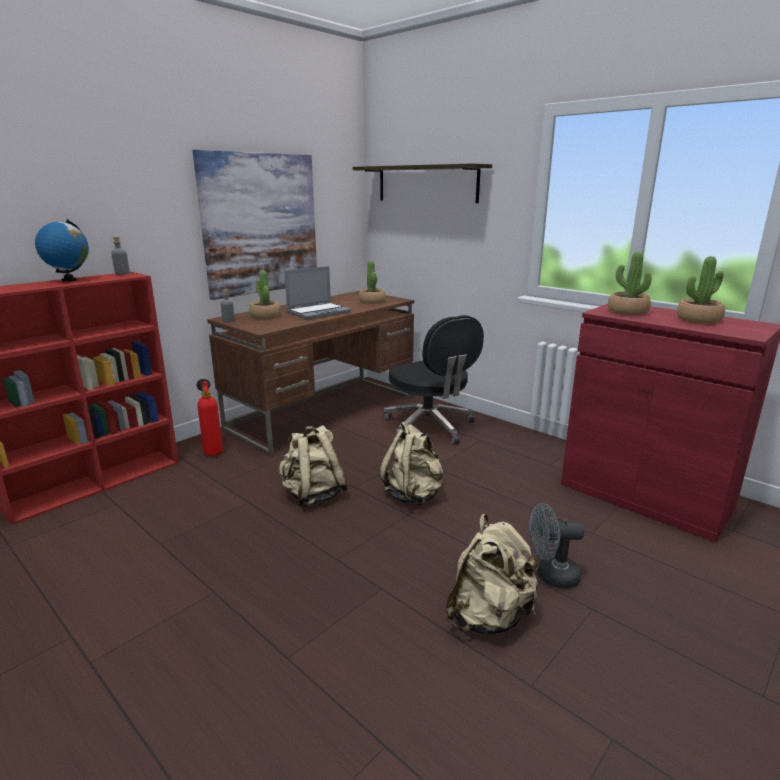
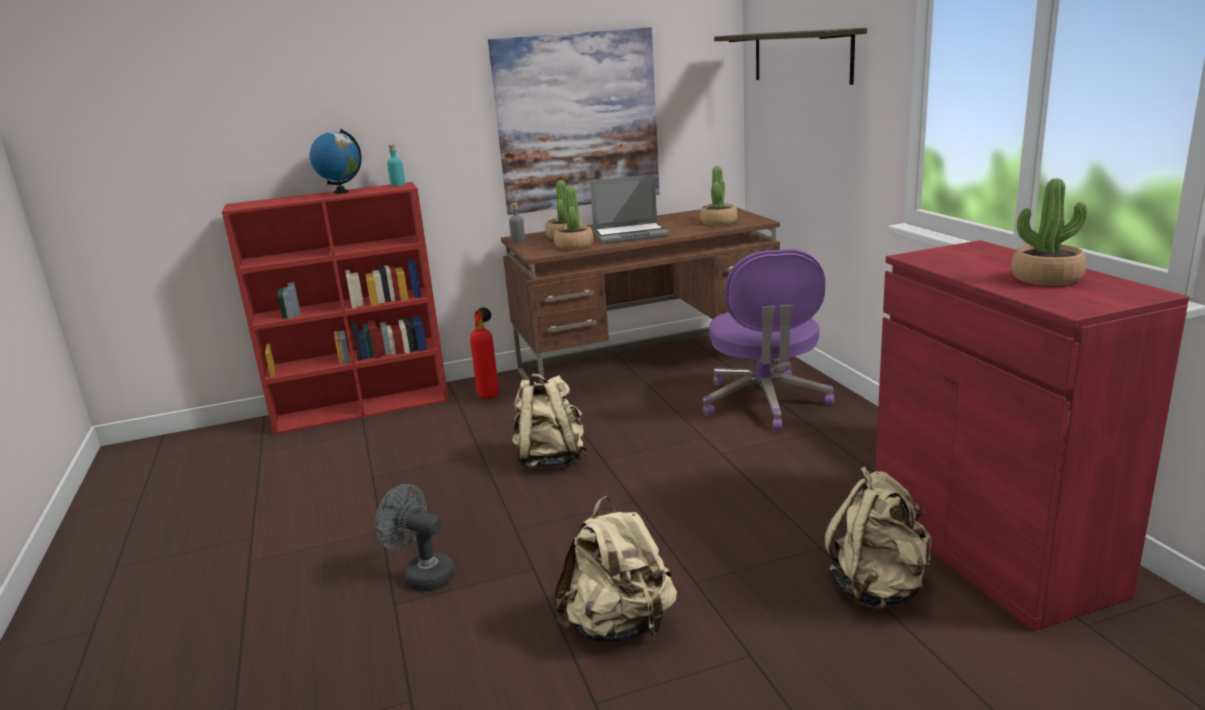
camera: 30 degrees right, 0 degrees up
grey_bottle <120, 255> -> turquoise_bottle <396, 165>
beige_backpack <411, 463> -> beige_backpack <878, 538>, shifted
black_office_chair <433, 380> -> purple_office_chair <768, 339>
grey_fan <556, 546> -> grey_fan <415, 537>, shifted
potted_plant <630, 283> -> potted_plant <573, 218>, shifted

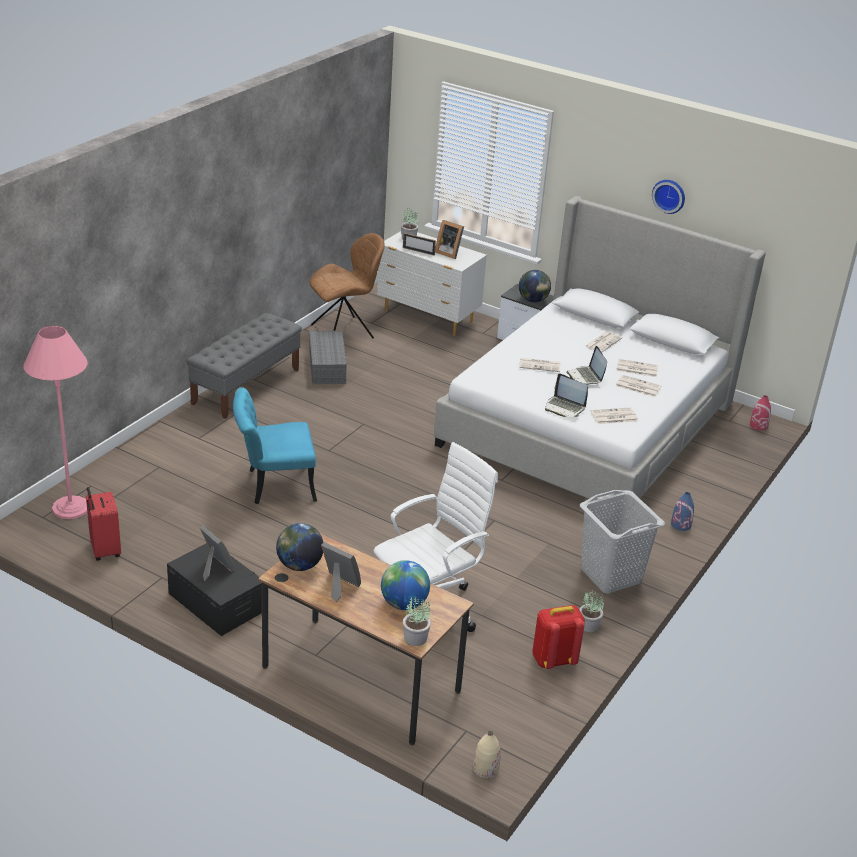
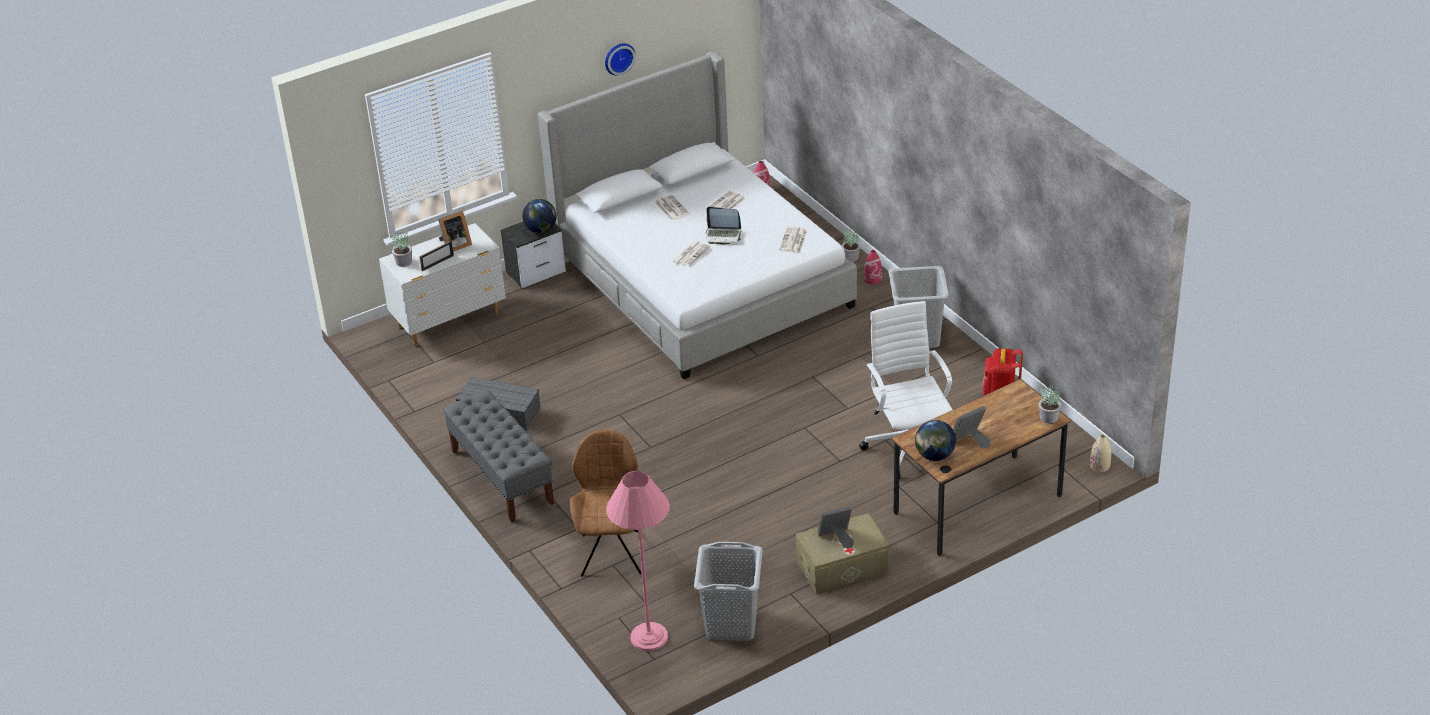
camera: 60 degrees left, 5 degrees up
red_suitcase <103, 524> -> grey_laundry_basket <728, 591>
black_storage_box <214, 589> -> beige_storage_box <842, 553>
turquoise_chair <275, 445> -> none
brown_chair <347, 285> -> brown_chair <606, 503>, shifted
globe <405, 585> -> none
laptop <566, 395> -> none
potted_plant <591, 610> -> potted_plant <850, 245>, shifted
newspaper <638, 386> -> none
blue_vase <682, 511> -> red_vase <873, 267>

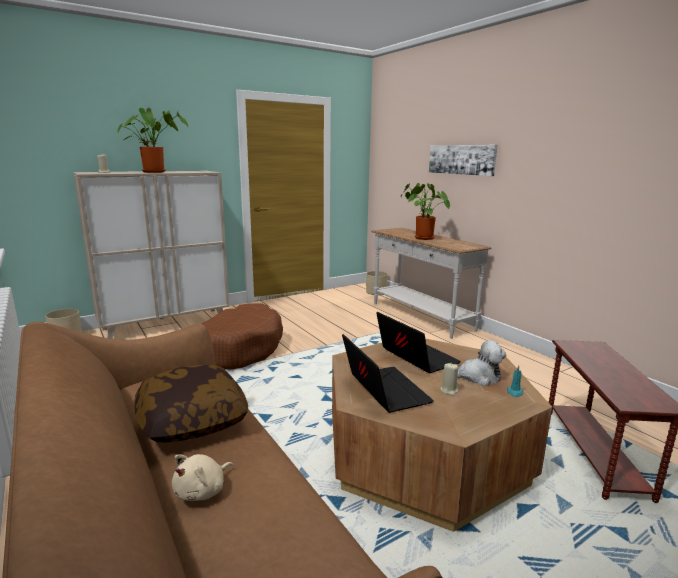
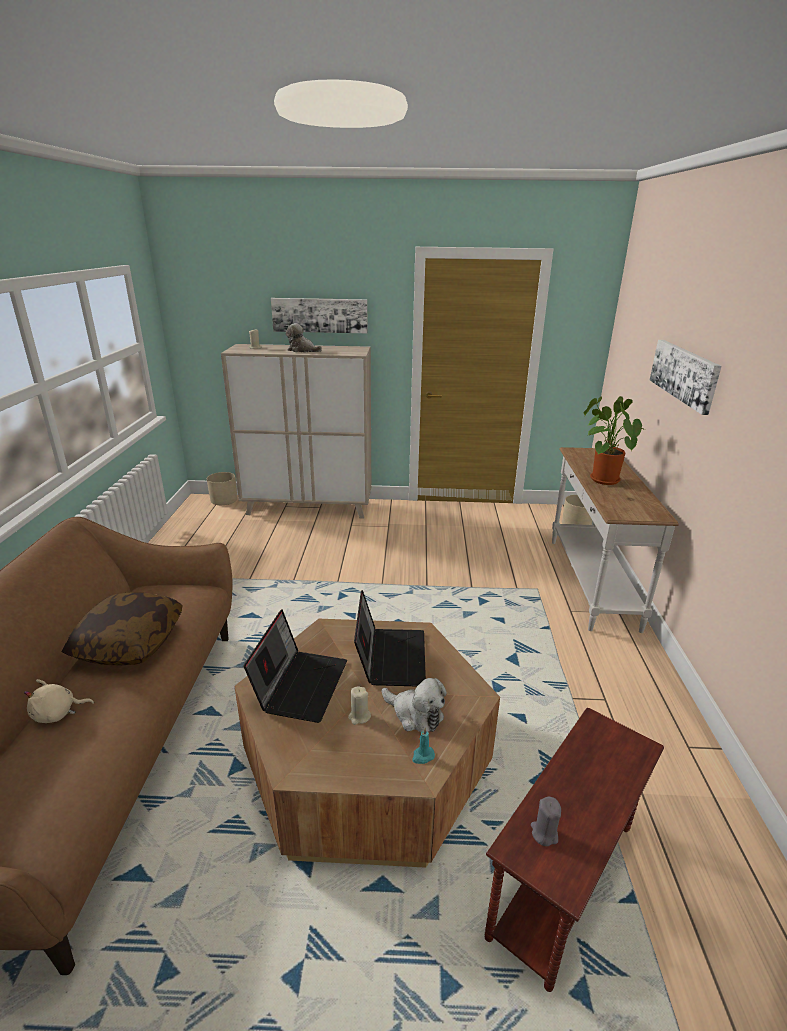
camera: 35 degrees right, 10 degrees up
potted_plant <152, 140> -> plush_toy <304, 337>
brown_dog_bed <242, 336> -> none
none -> picture <319, 315>
none -> grey_candle <546, 821>

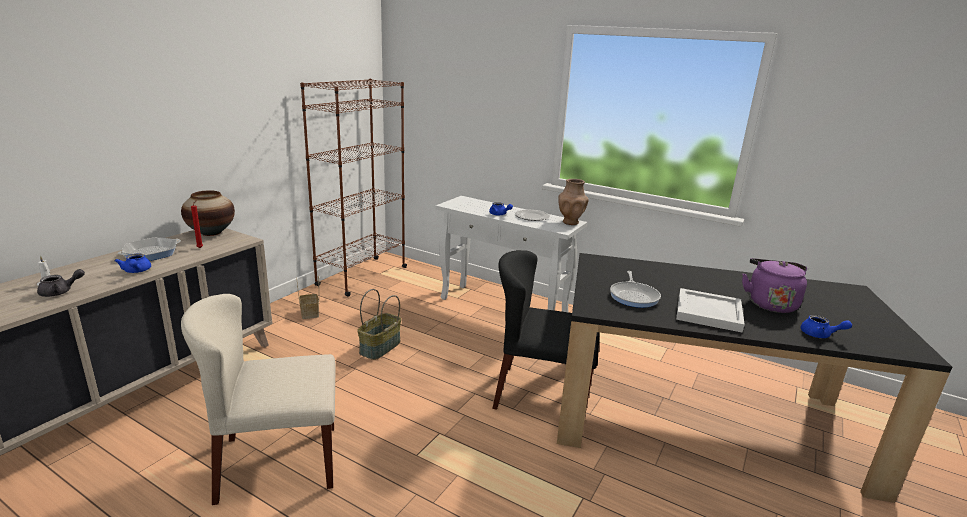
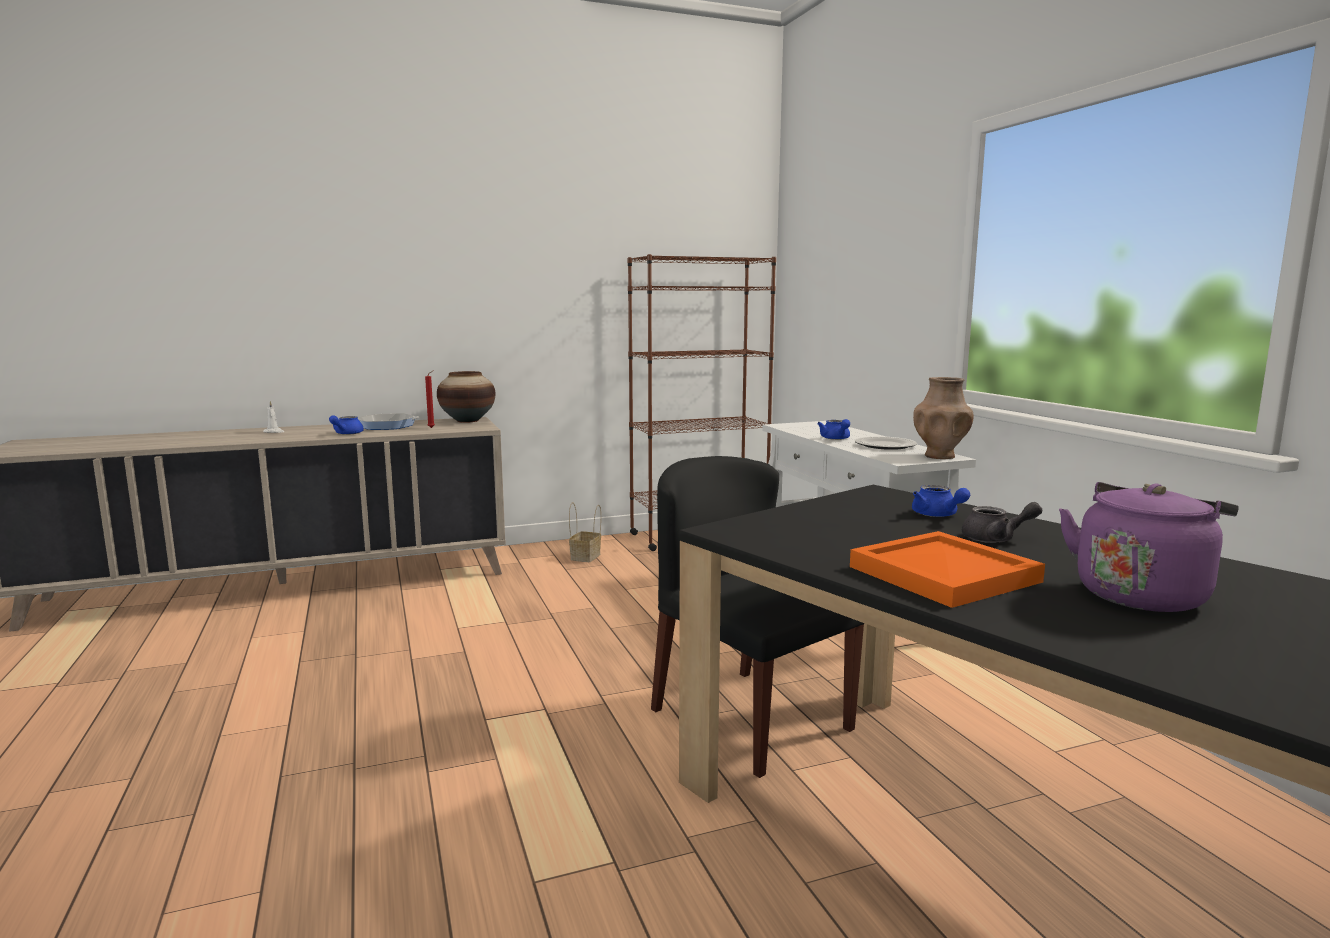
camera: 40 degrees right, 10 degrees down
grey_teapot <61, 283> -> grey_teapot <1002, 522>, shifted
beige_chair <258, 399> -> none
basket <379, 324> -> none
frying_pan <635, 289> -> none
white_tray <710, 310> -> orange_tray <947, 569>
blue_teapot <826, 326> -> blue_teapot <941, 501>, shifted

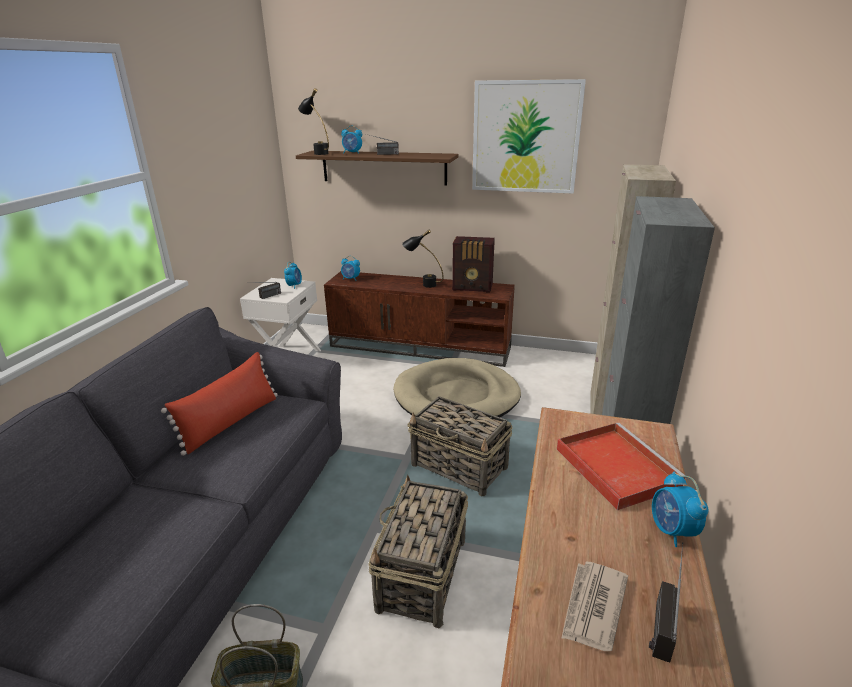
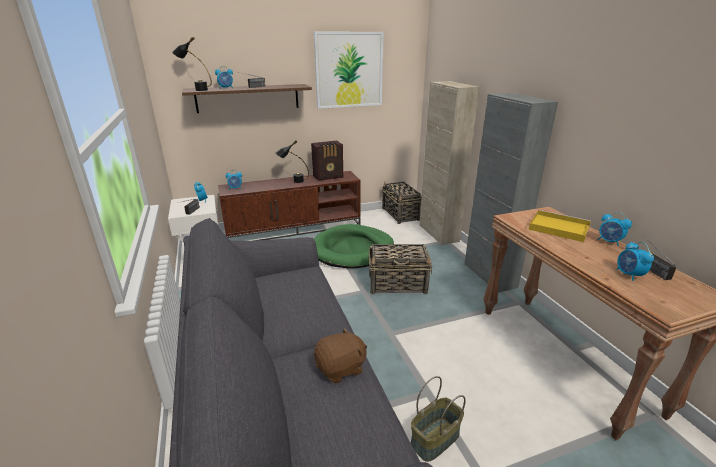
camera: 35 degrees left, 0 degrees up
red_pillow <219, 404> -> none
basket <418, 551> -> basket <402, 203>, shifted
beige_dog_bed <457, 387> -> green_dog_bed <354, 246>
red_tray <622, 466> -> yellow_tray <559, 226>
newspaper <594, 606> -> alarm_clock <635, 261>
none -> brown_plush_toy <340, 356>

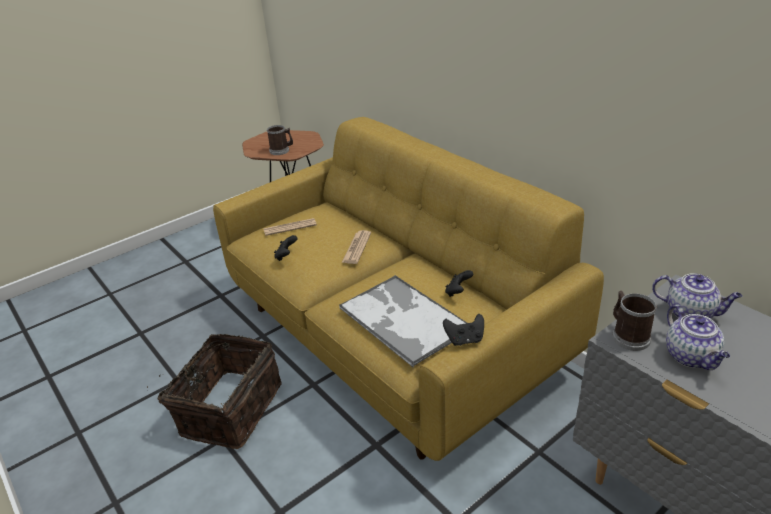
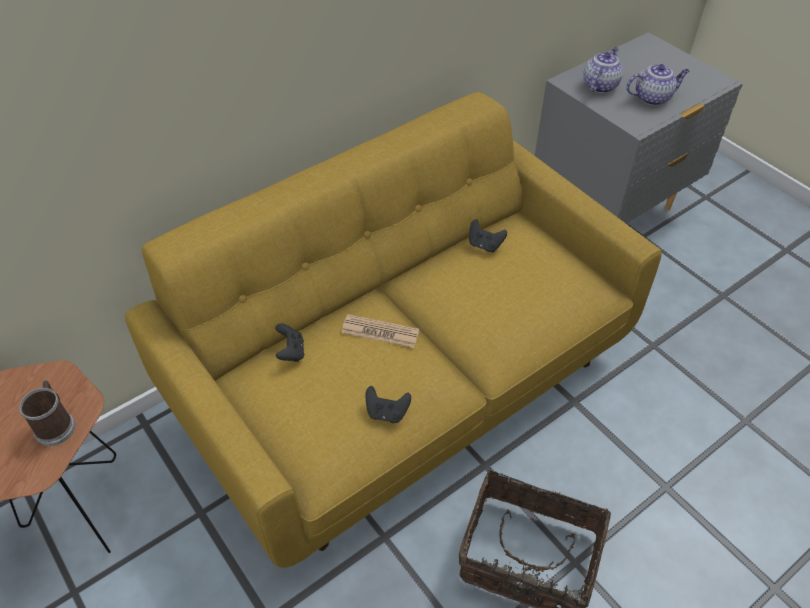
camera: 90 degrees left, 15 degrees up
newspaper <290, 227> -> none
tray <403, 321> -> none
black_game_controller <463, 330> -> black_game_controller <289, 343>, shifted
mug <634, 321> -> none

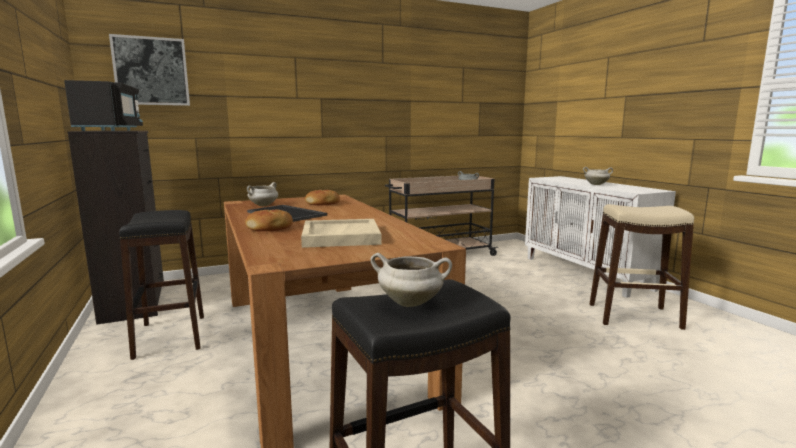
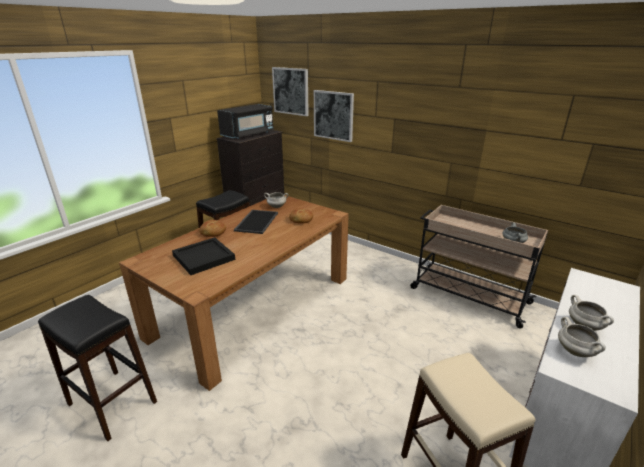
camera: 60 degrees right, 15 degrees up
beige_tray <341, 233> -> black_tray <203, 256>
white_cooking_pot <411, 280> -> white_cooking_pot <582, 337>, shifted
none -> picture <334, 116>

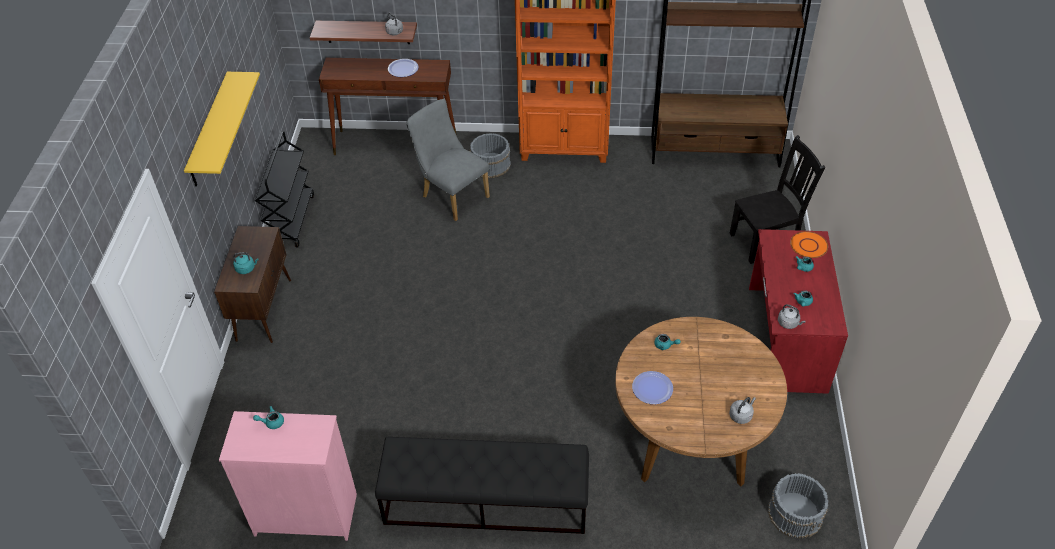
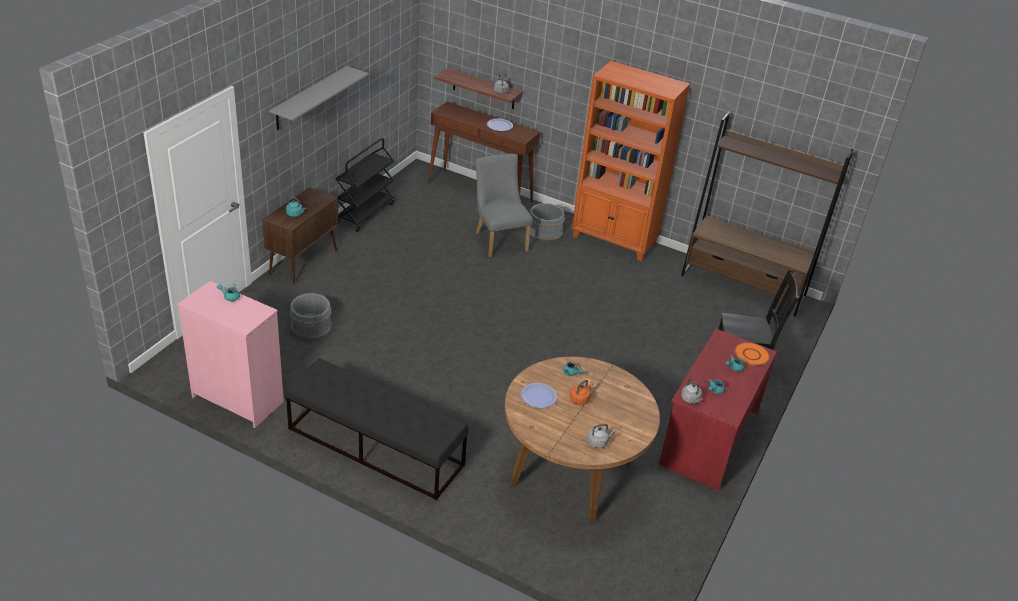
camera: 20 degrees right, 10 degrees down
yellow_shelf <222, 129> -> grey_shelf <319, 98>
grey_bucket <798, 506> -> grey_bucket <311, 316>, shifted
none -> orange_kettle <581, 392>

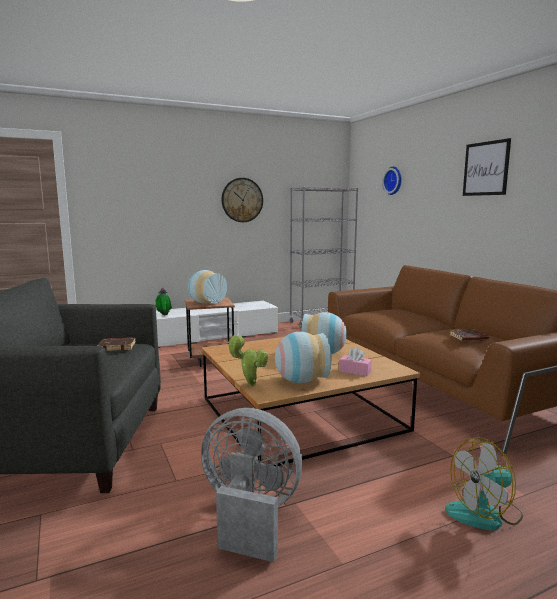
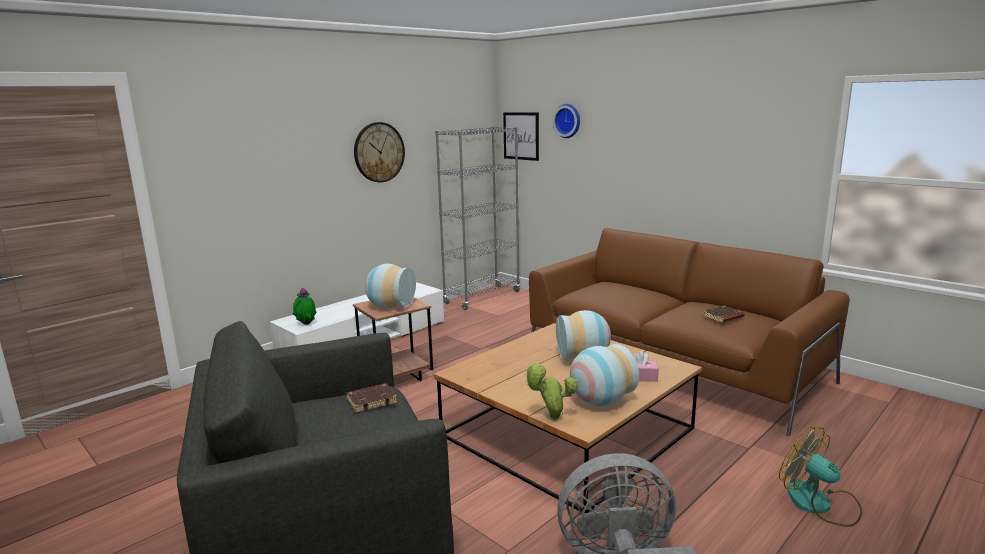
camera: 20 degrees left, 5 degrees up
fan <484, 484> -> fan <820, 476>, 90 degrees clockwise
picture <487, 167> -> picture <521, 136>, shifted

